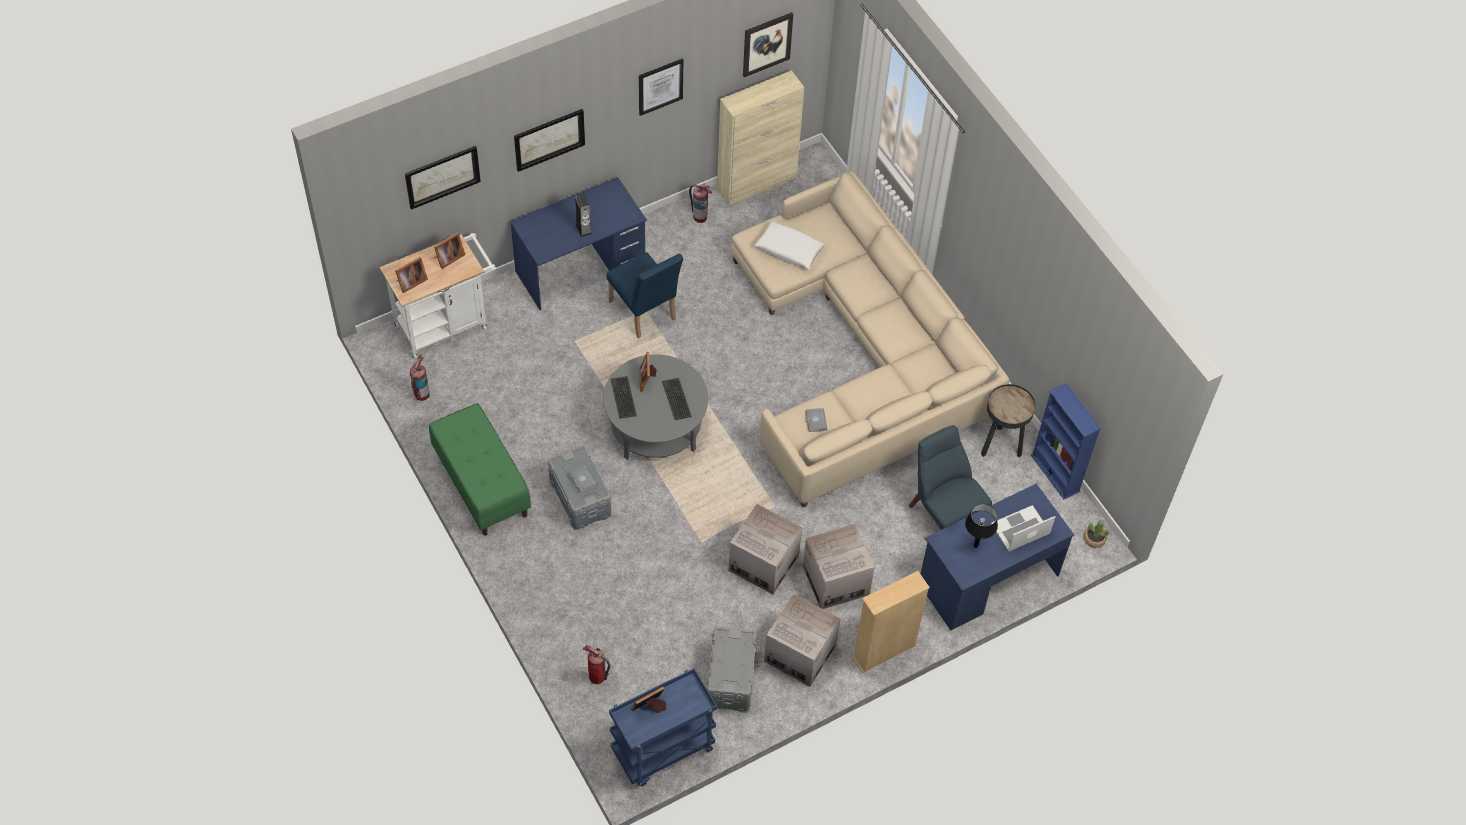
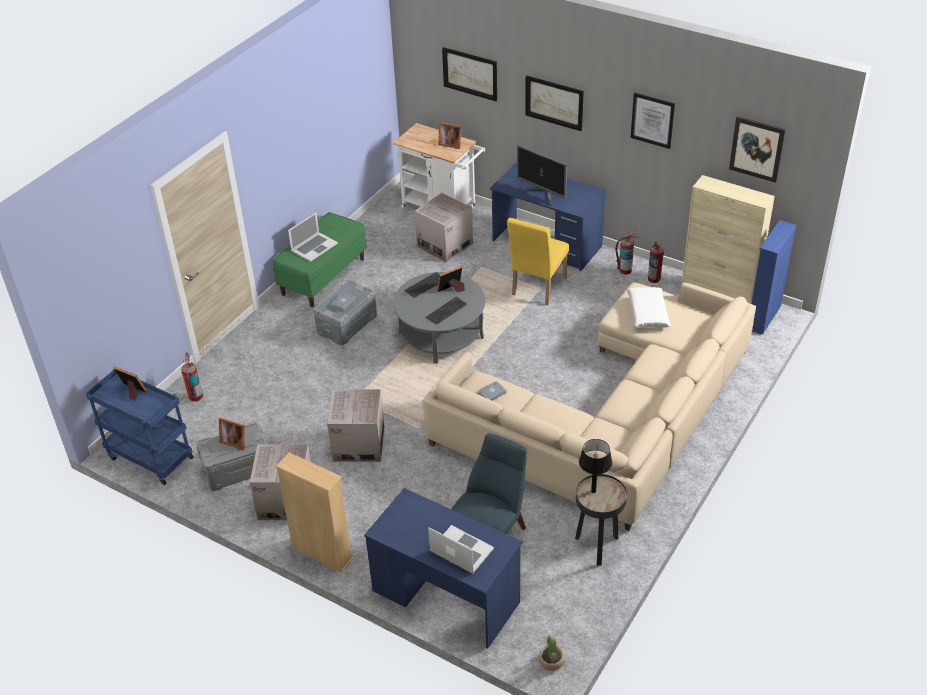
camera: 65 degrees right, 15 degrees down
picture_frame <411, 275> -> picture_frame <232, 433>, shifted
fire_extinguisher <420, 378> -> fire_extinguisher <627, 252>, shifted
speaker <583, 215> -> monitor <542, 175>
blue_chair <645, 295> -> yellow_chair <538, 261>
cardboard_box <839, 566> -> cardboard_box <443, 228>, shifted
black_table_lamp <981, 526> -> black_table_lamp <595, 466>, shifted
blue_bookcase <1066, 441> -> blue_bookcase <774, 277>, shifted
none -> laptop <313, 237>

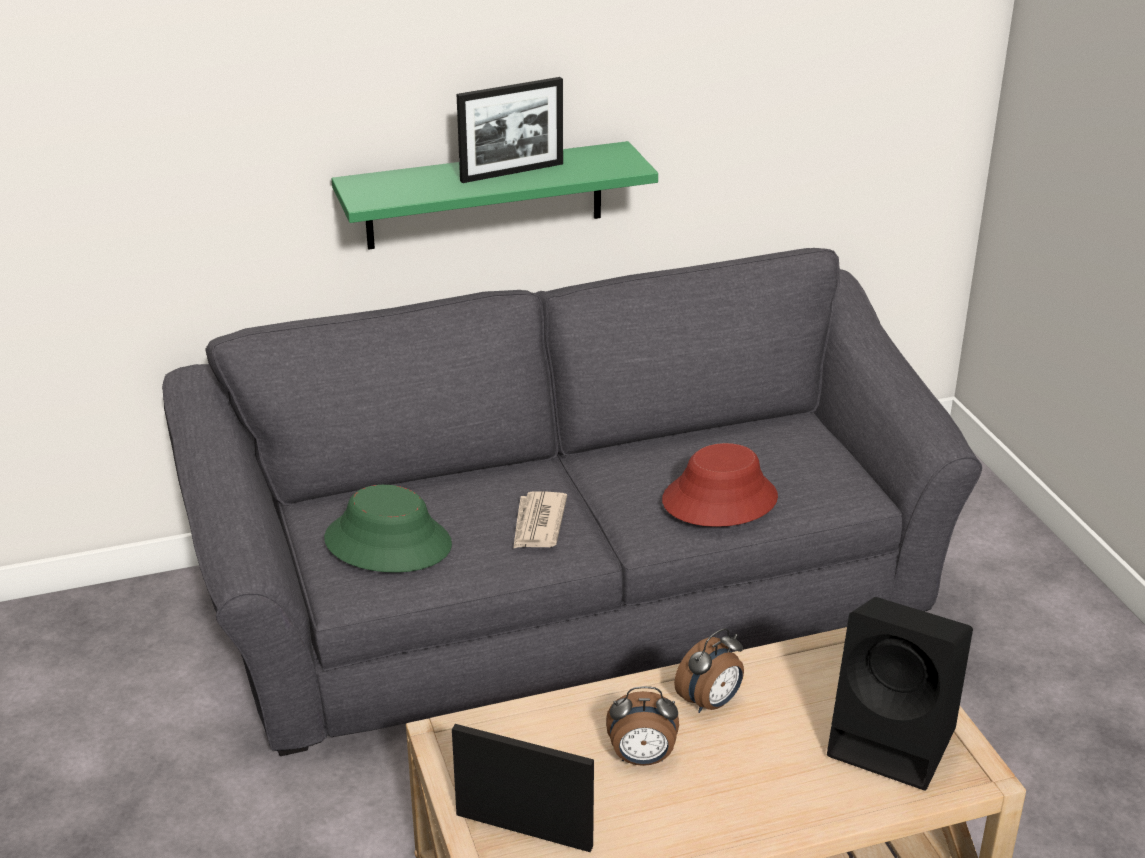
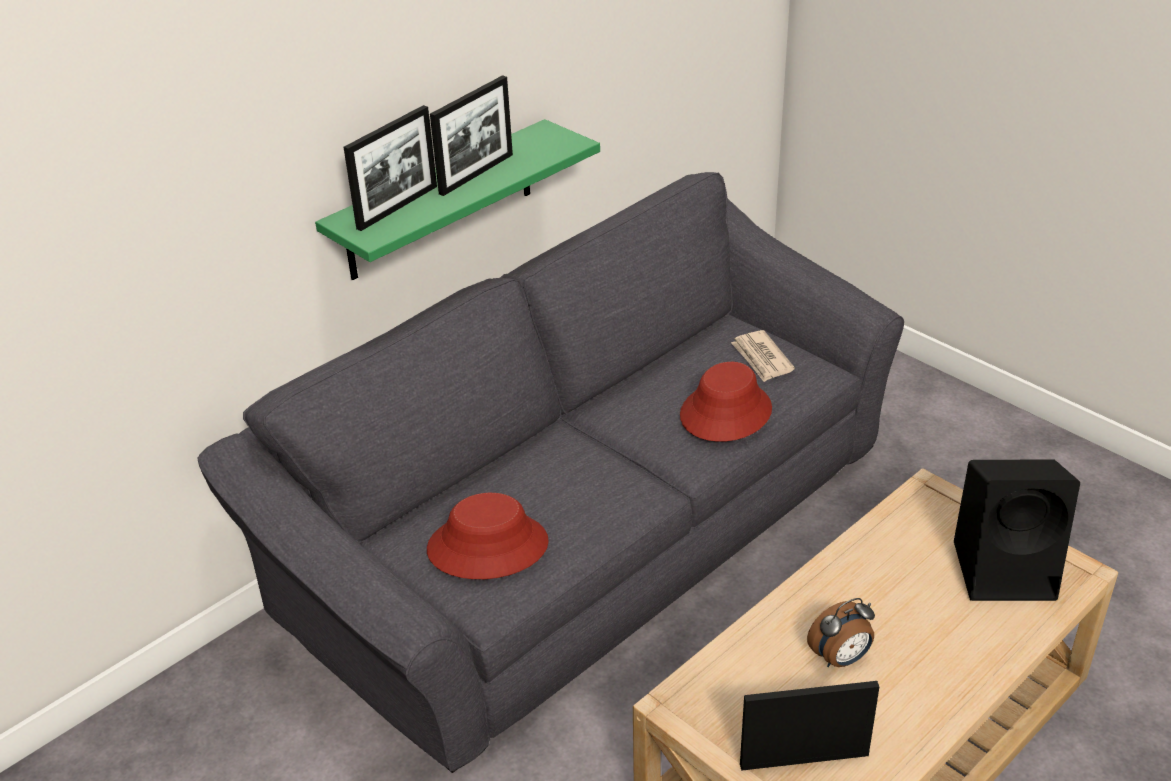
camera: 25 degrees left, 5 degrees up
green_hat <388, 529> -> red_hat <488, 536>
newspaper <540, 520> -> newspaper <763, 356>, shifted
alarm_clock <709, 670> -> none
none -> picture_frame <390, 168>

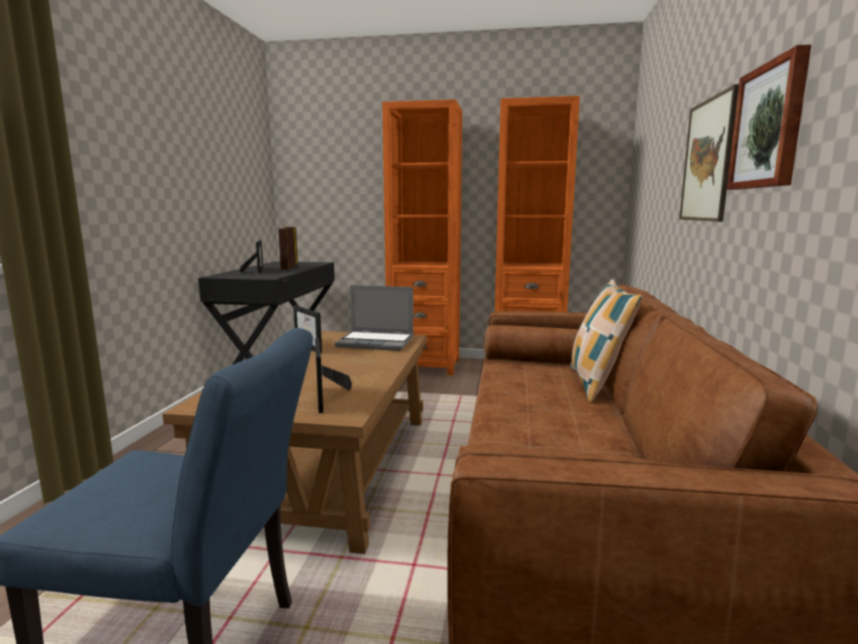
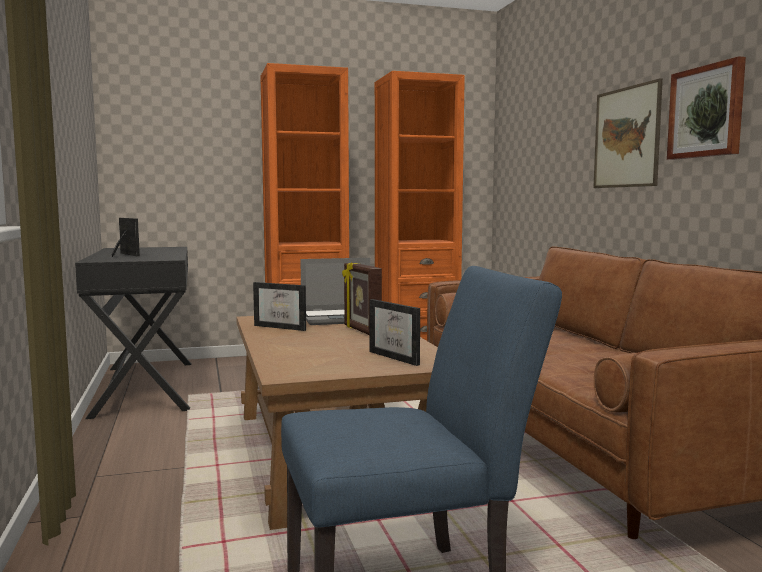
camera: 25 degrees left, 5 degrees down
picture_frame <288, 247> -> picture_frame <362, 298>, shifted
pillow <607, 340> -> none

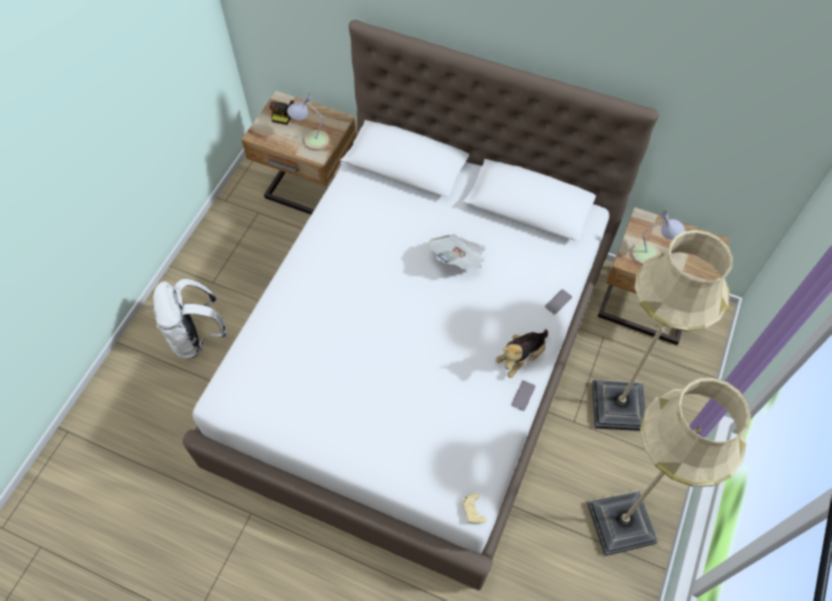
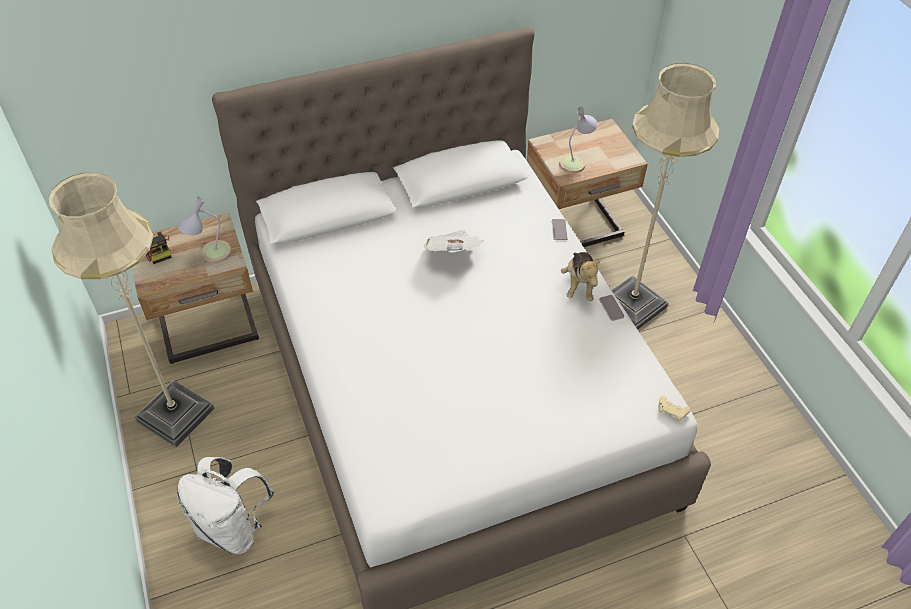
camera: 45 degrees left, 10 degrees down
beige_floor_lamp <669, 467> -> beige_floor_lamp <131, 309>, shifted

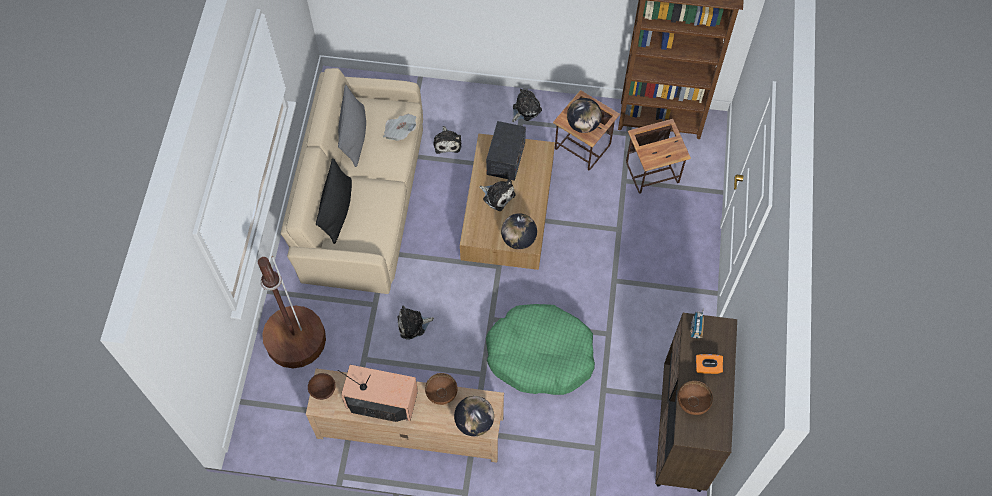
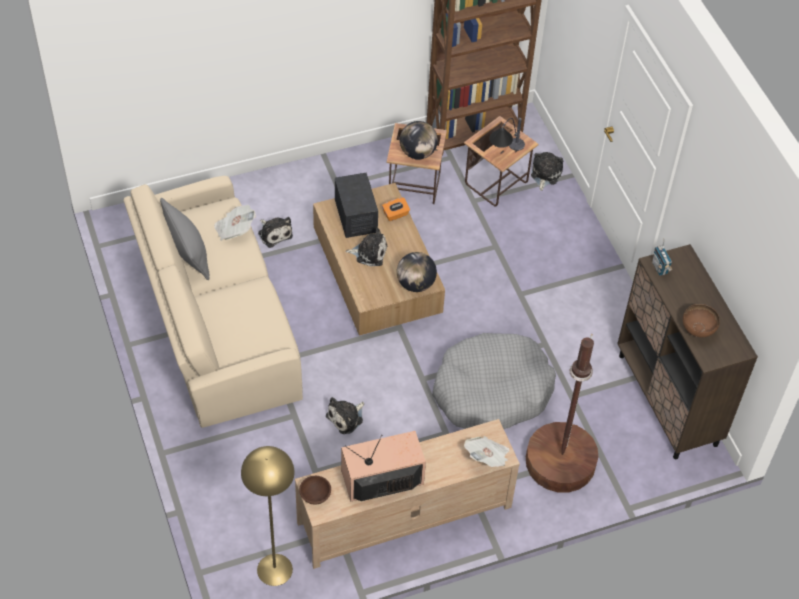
camera: 30 degrees left, 10 degrees down
brown_floor_lamp <292, 312> -> brown_floor_lamp <562, 413>, shifted
black_pillow <334, 201> -> none
brown_bowl <441, 389> -> none
globe <474, 416> -> newspaper <487, 451>
green_dog_bed <540, 349> -> grey_dog_bed <494, 381>
plush_toy <527, 105> -> plush_toy <547, 171>, shifted
orange_tissue_box <709, 364> -> orange_tissue_box <396, 209>, shifted
none -> yellow_floor_lamp <268, 516>
none -> table_lamp <507, 134>

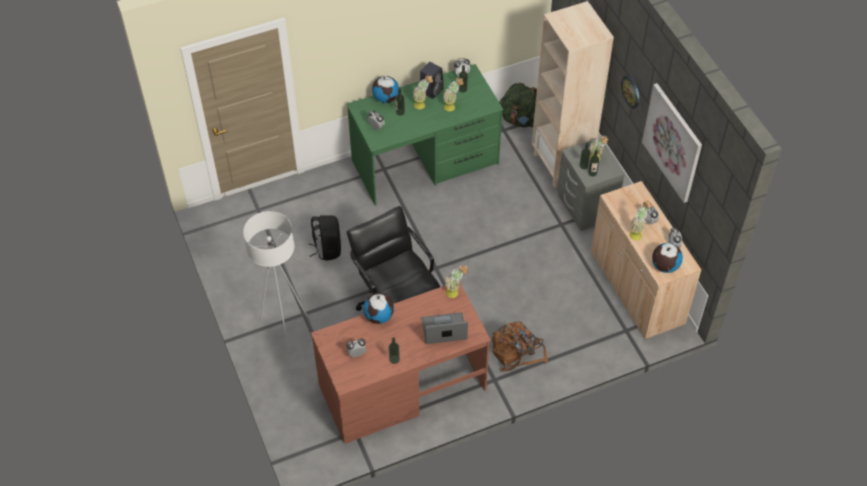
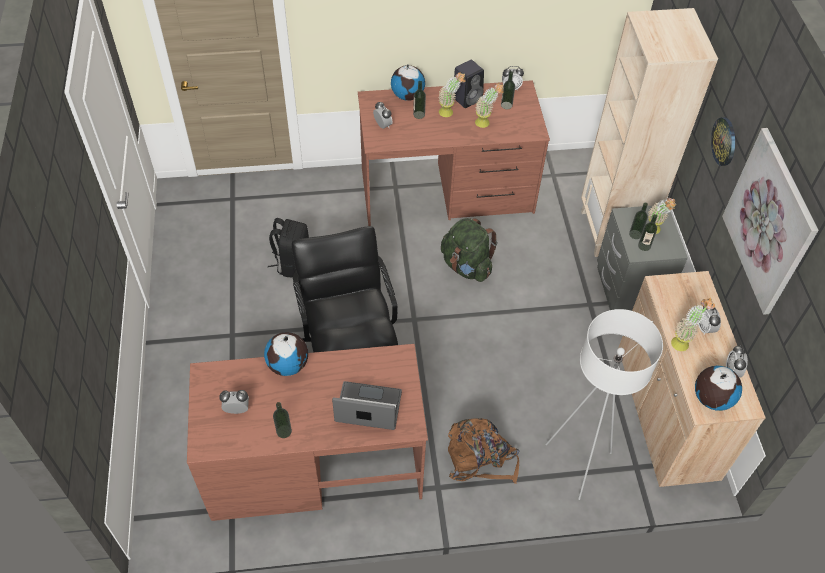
camera: 15 degrees right, 0 degrees up
white_floor_lamp <275, 281> -> white_floor_lamp <604, 404>, shifted
green_desk <424, 135> -> brown_desk <454, 153>
potted_plant <456, 281> -> none
green_backpack <518, 105> -> green_backpack <469, 250>, shifted

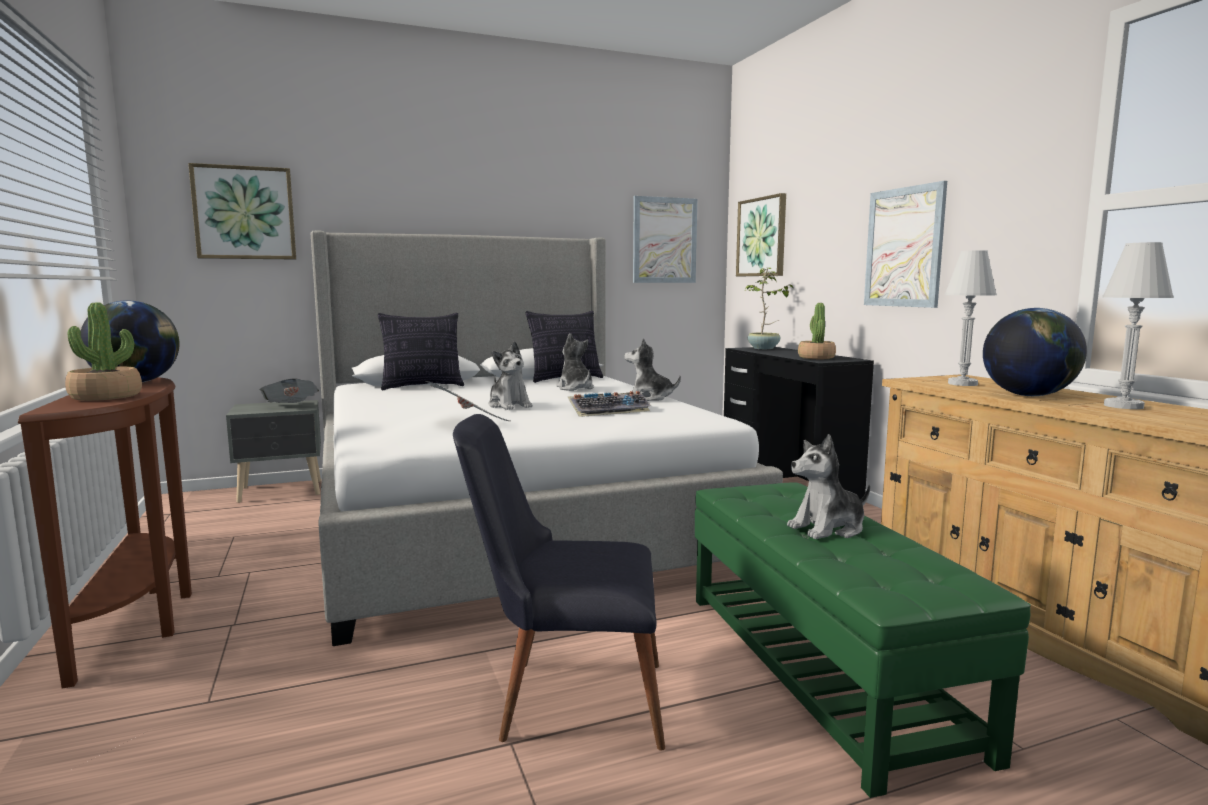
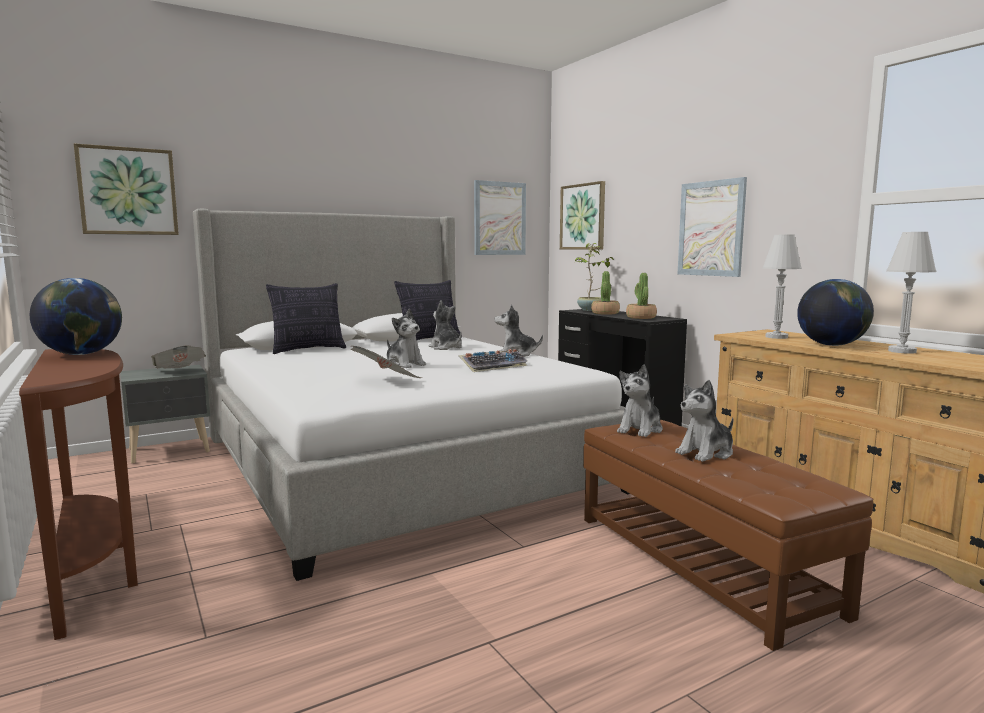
camera: 10 degrees left, 0 degrees up
potted_plant <103, 352> -> potted_plant <605, 293>, shifted
black_chair <559, 582> -> none
green_ottoman <863, 640> -> brown_ottoman <728, 535>
none -> plush_toy <640, 401>

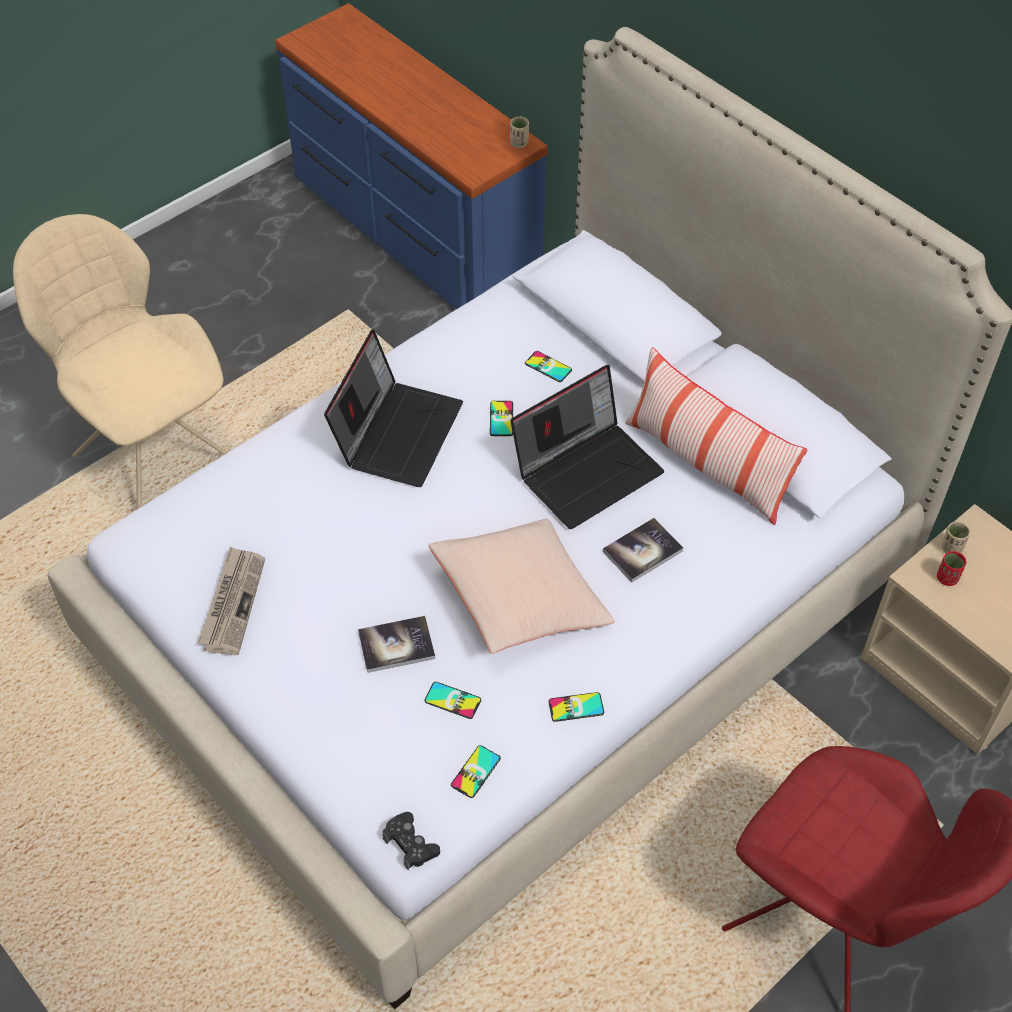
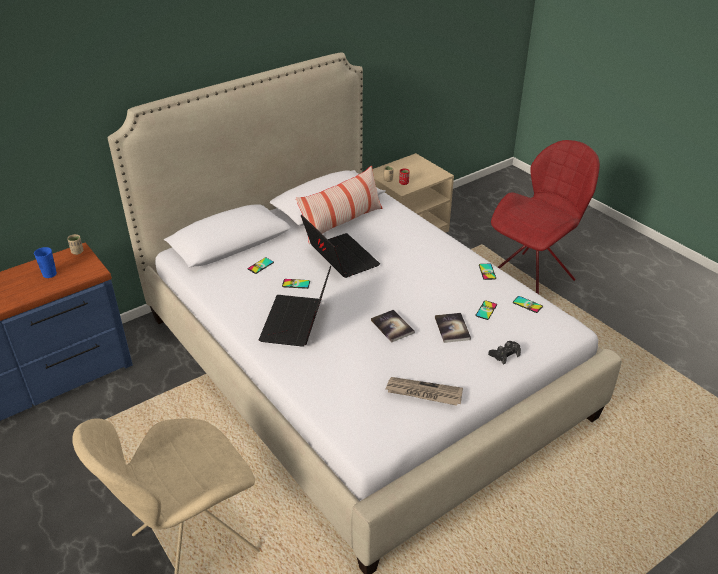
camera: 85 degrees left, 15 degrees down
laptop <393, 408> -> laptop <295, 306>, 105 degrees counterclockwise
black_game_controller <411, 841> -> black_game_controller <504, 352>, shifted
beige_pillow <521, 586> -> none
book <643, 550> -> book <393, 326>, shifted
none -> blue_cup <45, 262>

